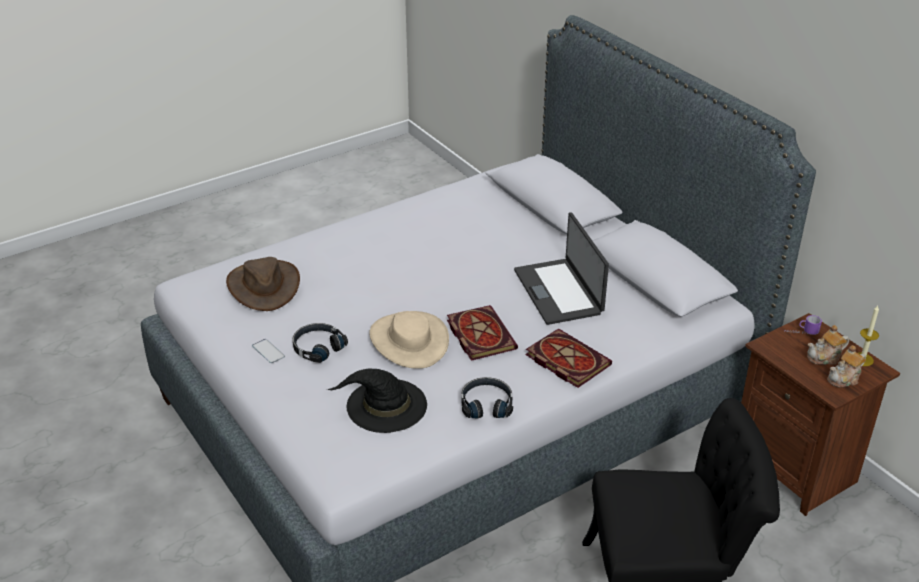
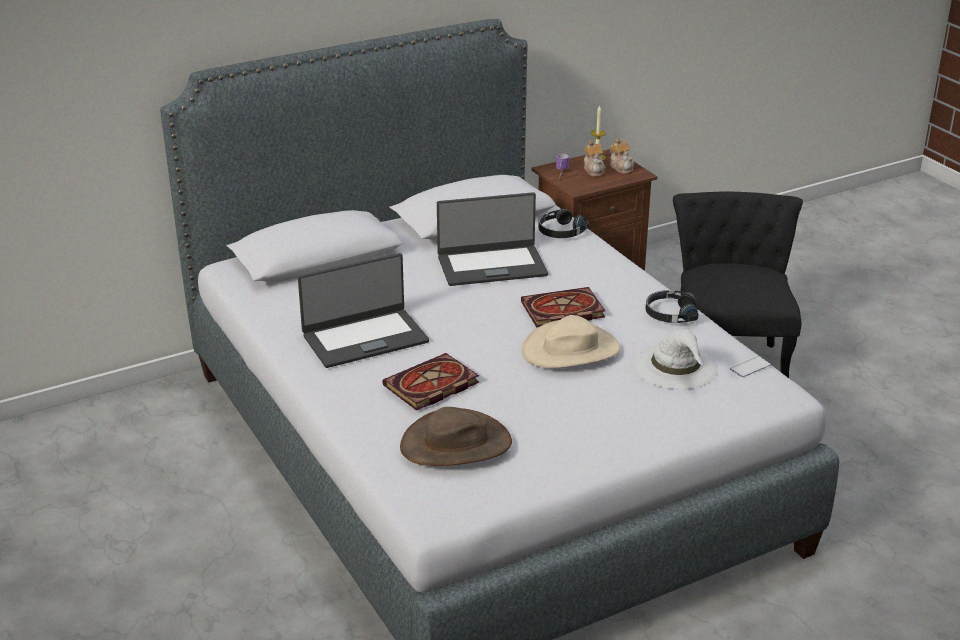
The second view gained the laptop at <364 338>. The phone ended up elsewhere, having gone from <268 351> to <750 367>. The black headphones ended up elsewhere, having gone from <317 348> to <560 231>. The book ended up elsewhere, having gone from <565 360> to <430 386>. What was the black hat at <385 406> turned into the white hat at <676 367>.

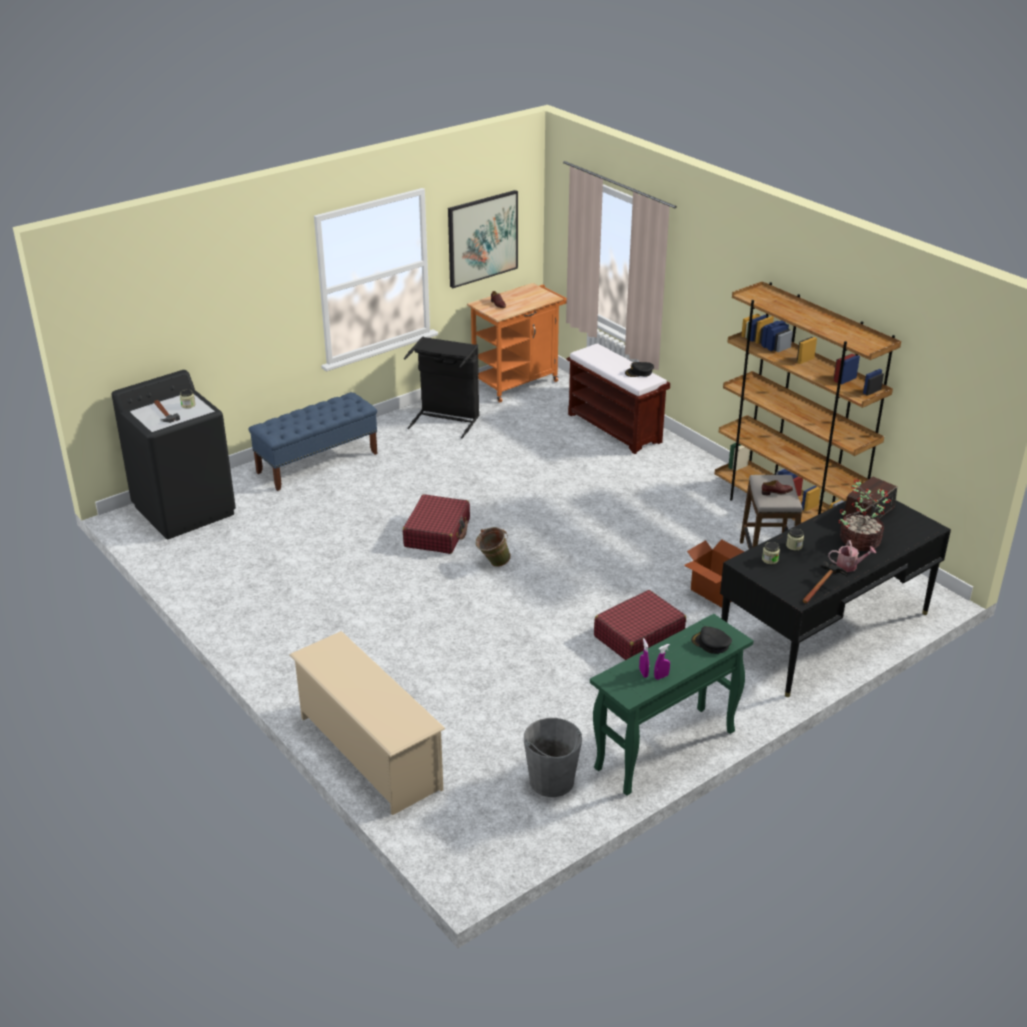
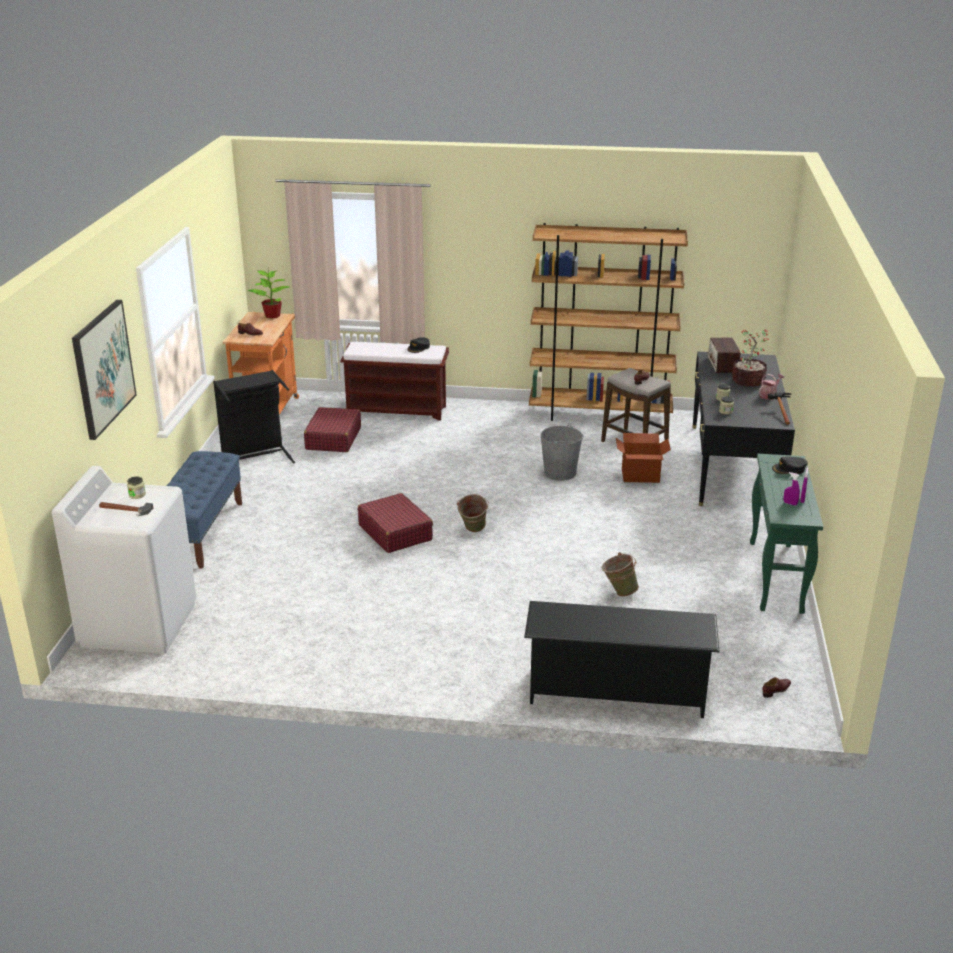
The second view gained the potted plant at <273 316>. The second view gained the green bucket at <618 592>. The second view gained the brown shoe at <776 690>. The picture ended up elsewhere, having gone from <482 238> to <103 368>. The grey bucket ended up elsewhere, having gone from <551 781> to <560 473>. The red suitcase ended up elsewhere, having gone from <638 636> to <333 439>. What was the black washing machine at <185 510> turned into the white washing machine at <139 624>. What was the beige shoe rack at <369 752> turned into the black shoe rack at <616 692>.

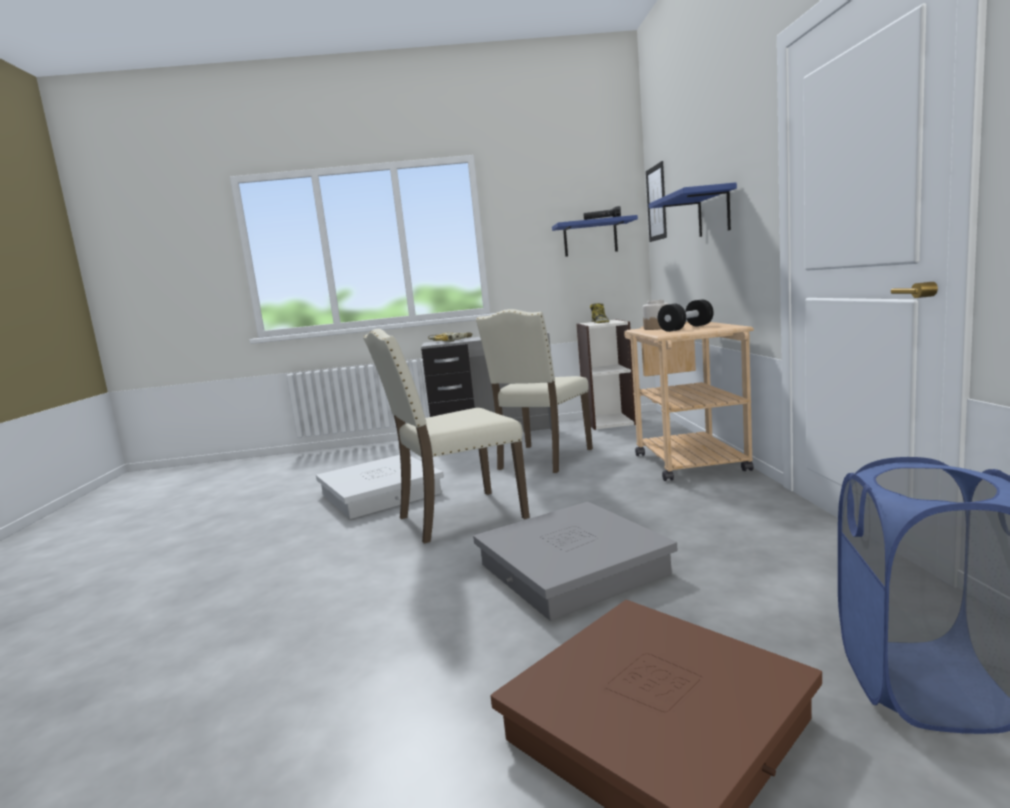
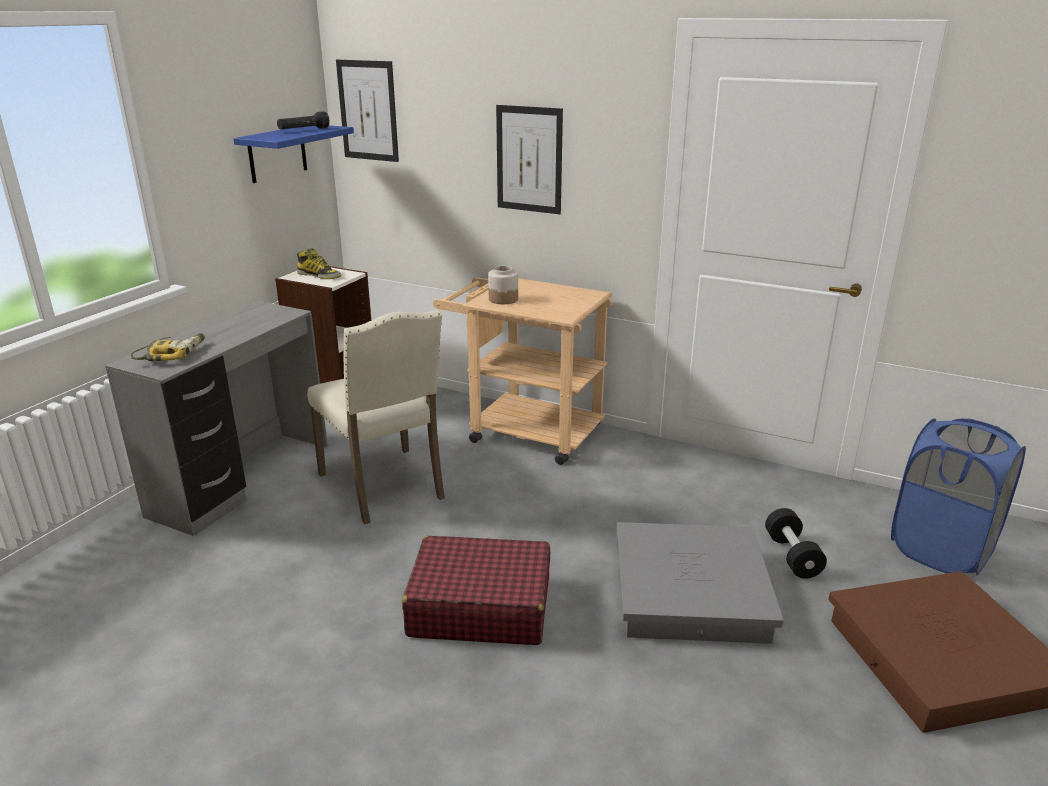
The second view lost the white storage box at <381 494>. The black dumbbell ended up elsewhere, having gone from <686 328> to <792 556>. Where the beige chair stood at <458 517>, the red suitcase came to stand at <479 606>. Where the blue shelf hung at <714 212>, the picture came to hang at <529 159>.

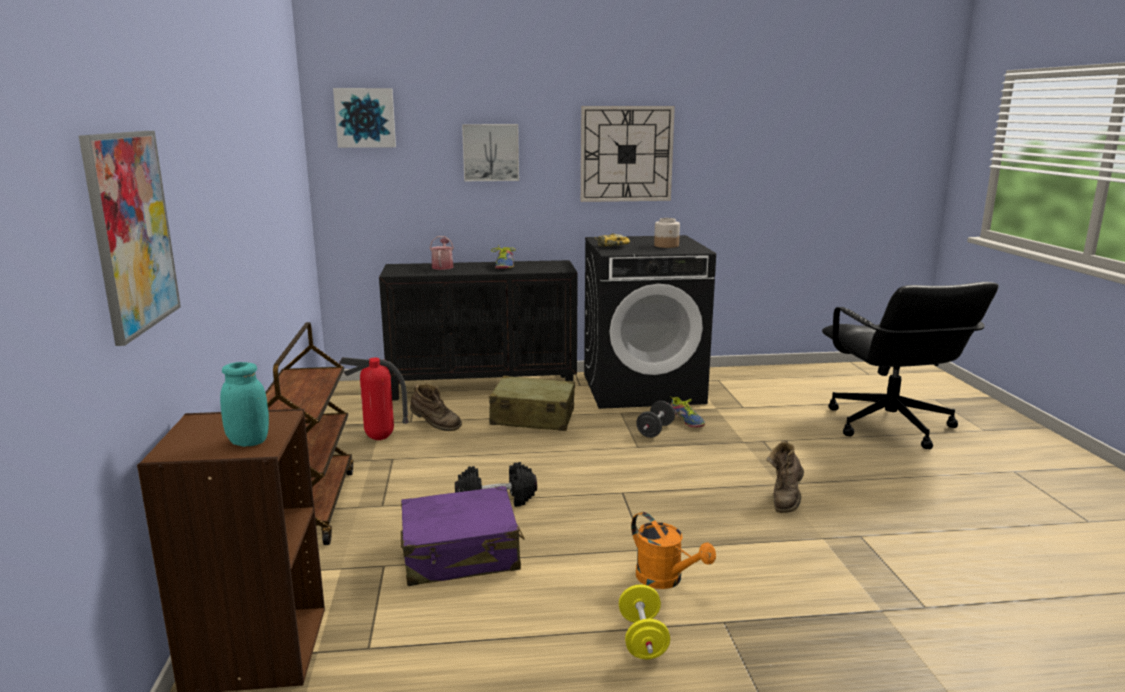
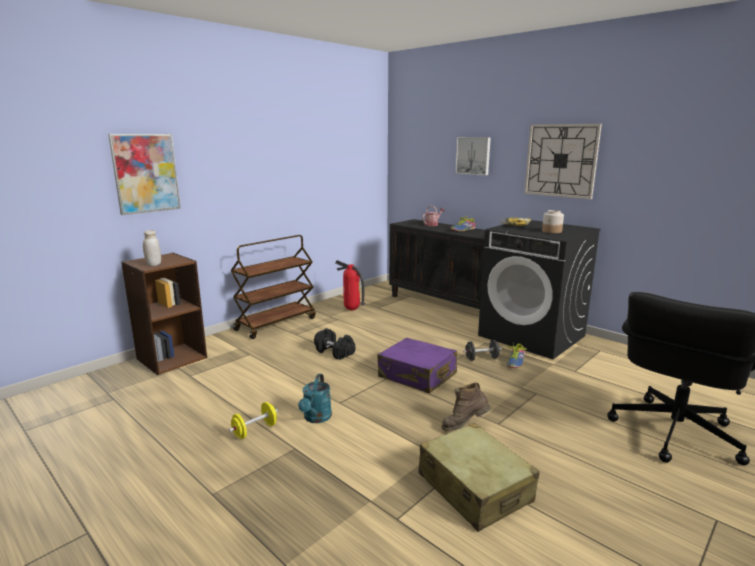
The second view lost the picture at <365 118>. The second view lost the brown boot at <435 426>. The purple suitcase ended up elsewhere, having gone from <461 554> to <417 375>. The beige suitcase ended up elsewhere, having gone from <532 417> to <474 488>. What was the turquoise jar at <248 442> turned into the white jar at <153 264>. What was the orange watering can at <666 580> turned into the turquoise watering can at <316 418>.

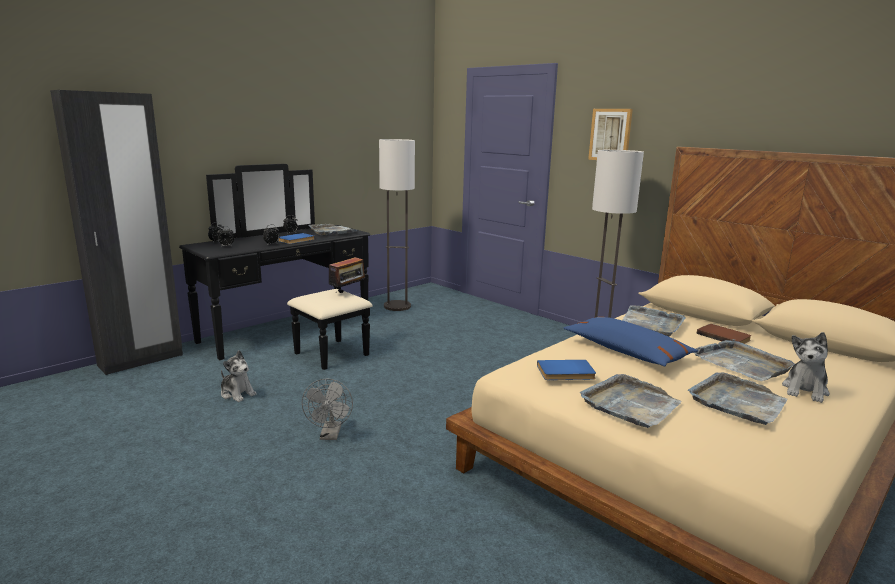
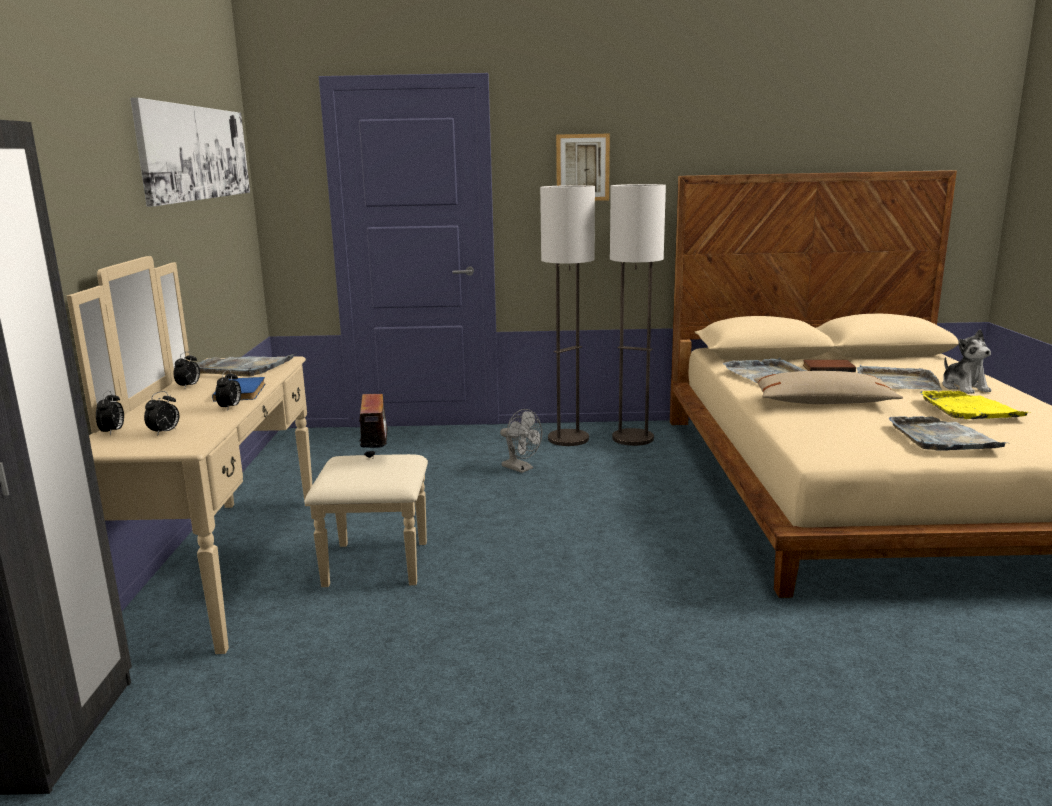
The second view lost the plush toy at <237 393>. The second view lost the blue book at <566 373>. The second view gained the picture at <196 153>. The grey fan ended up elsewhere, having gone from <330 435> to <521 468>. The floor lamp ended up elsewhere, having gone from <397 306> to <568 439>. What was the black dresser at <297 335> turned into the beige dresser at <261 565>. What was the blue pillow at <626 351> turned into the beige pillow at <822 402>. What was the grey tray at <737 402> turned into the yellow tray at <969 409>.

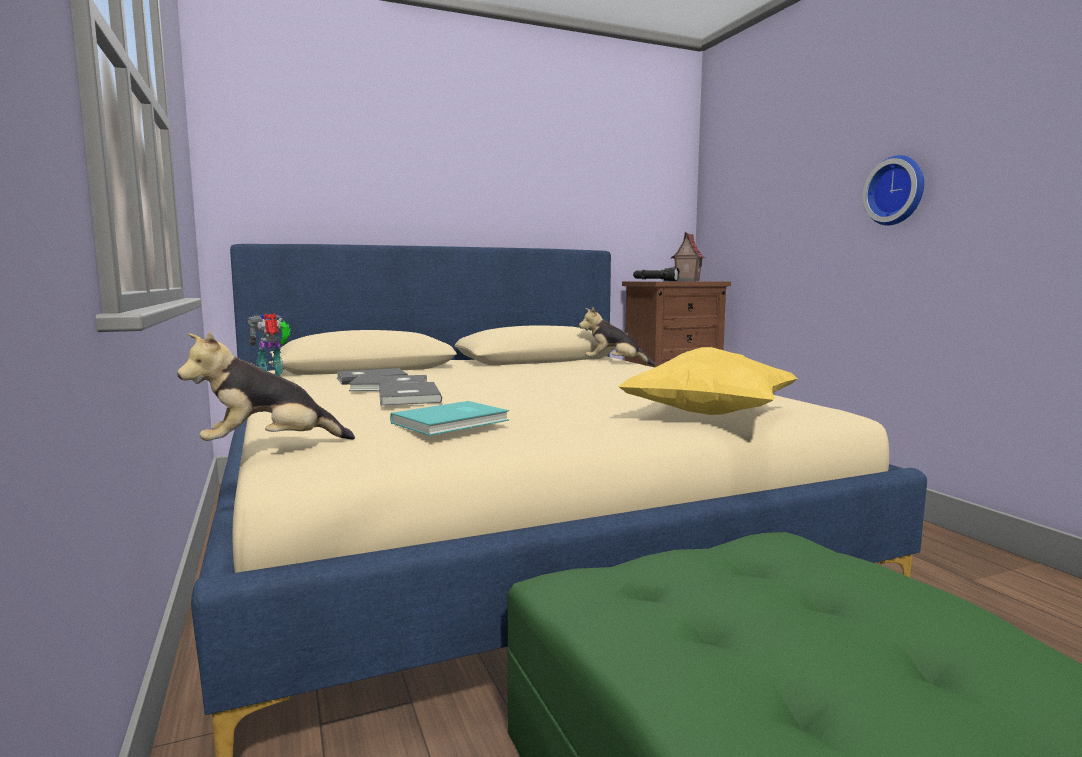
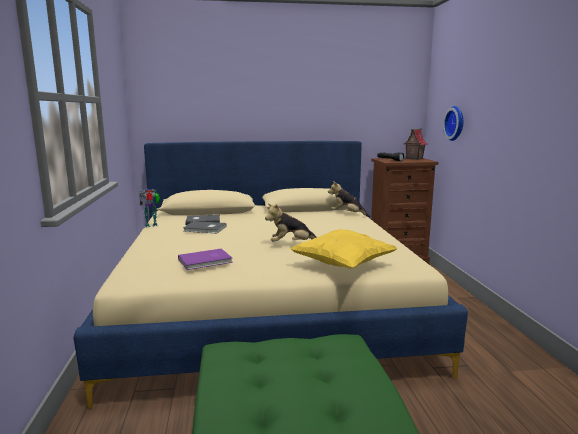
The second view lost the grey book at <406 397>. The plush toy ended up elsewhere, having gone from <269 447> to <291 244>. The wall clock ended up elsewhere, having gone from <897 191> to <456 123>. What was the turquoise book at <453 422> turned into the purple book at <206 261>.

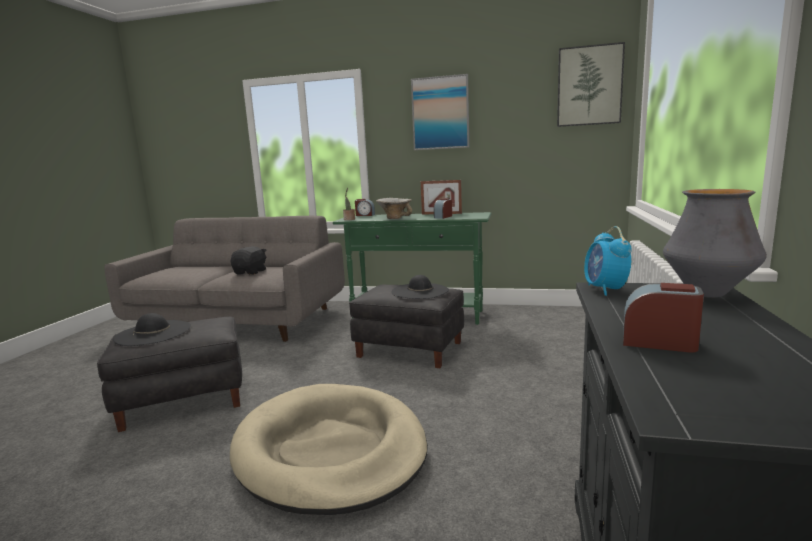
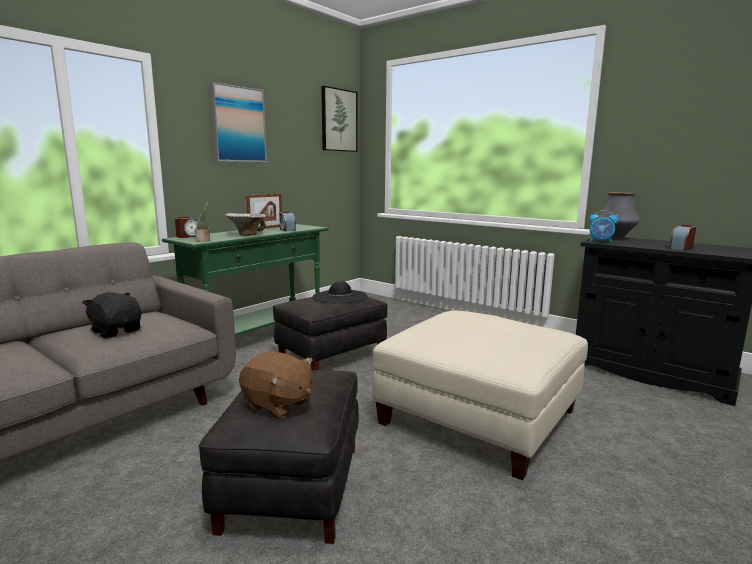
Where the black hat stood at <153 333>, the brown plush toy came to stand at <278 405>. Where the beige dog bed stood at <330 451>, the beige ottoman came to stand at <479 416>.

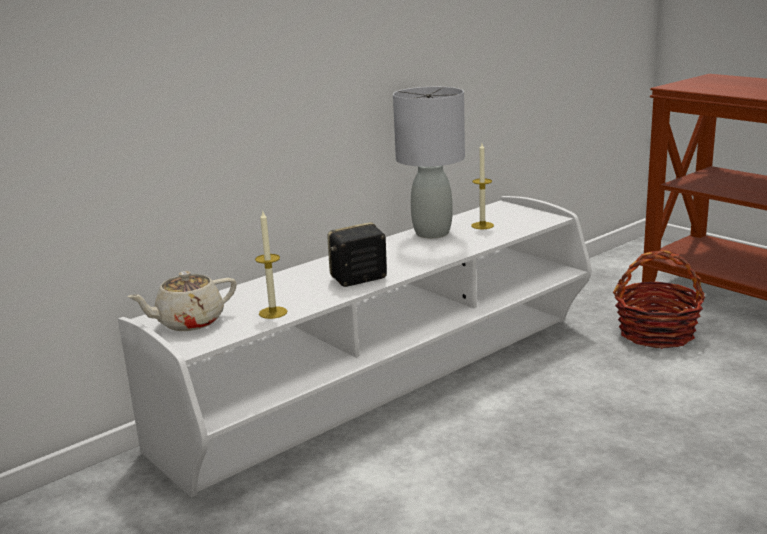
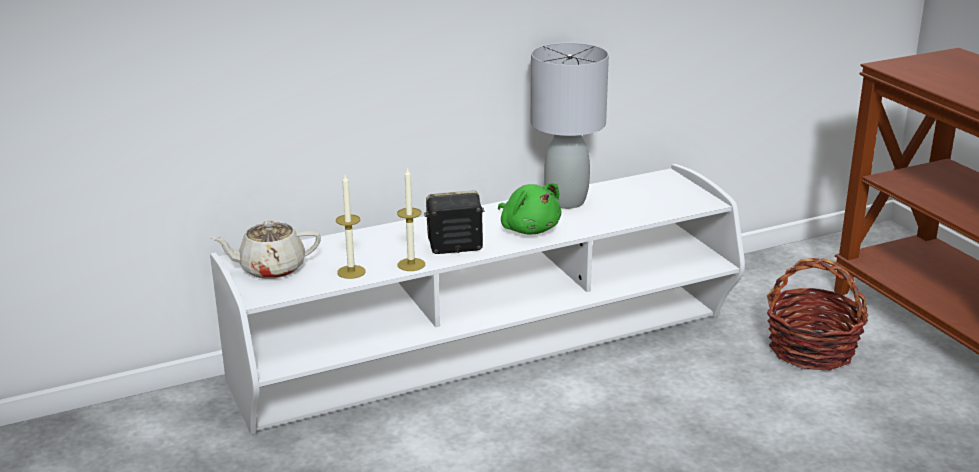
The second view gained the green plush toy at <529 229>. The candle ended up elsewhere, having gone from <482 225> to <411 264>.

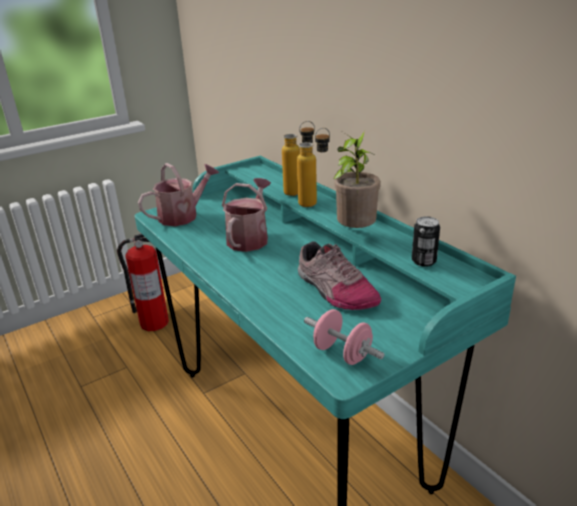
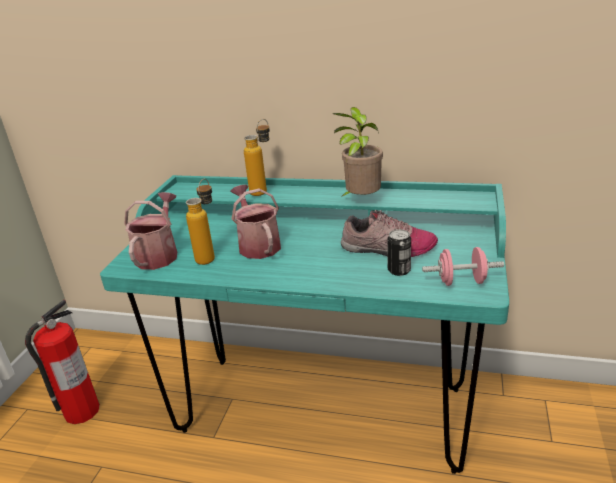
The bottle ended up elsewhere, having gone from <314 202> to <210 256>. The can ended up elsewhere, having gone from <423 261> to <399 270>.

